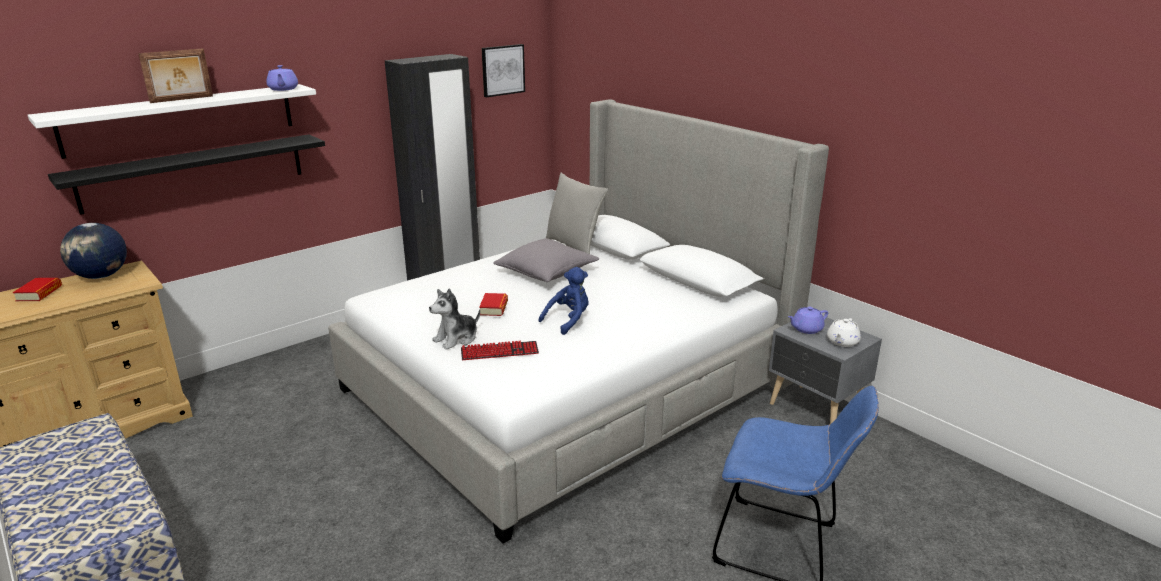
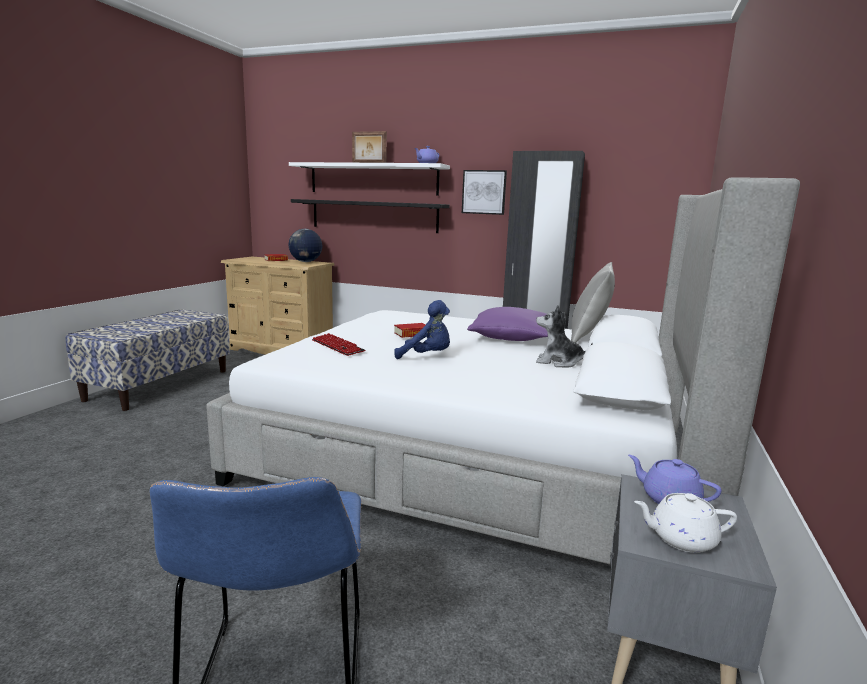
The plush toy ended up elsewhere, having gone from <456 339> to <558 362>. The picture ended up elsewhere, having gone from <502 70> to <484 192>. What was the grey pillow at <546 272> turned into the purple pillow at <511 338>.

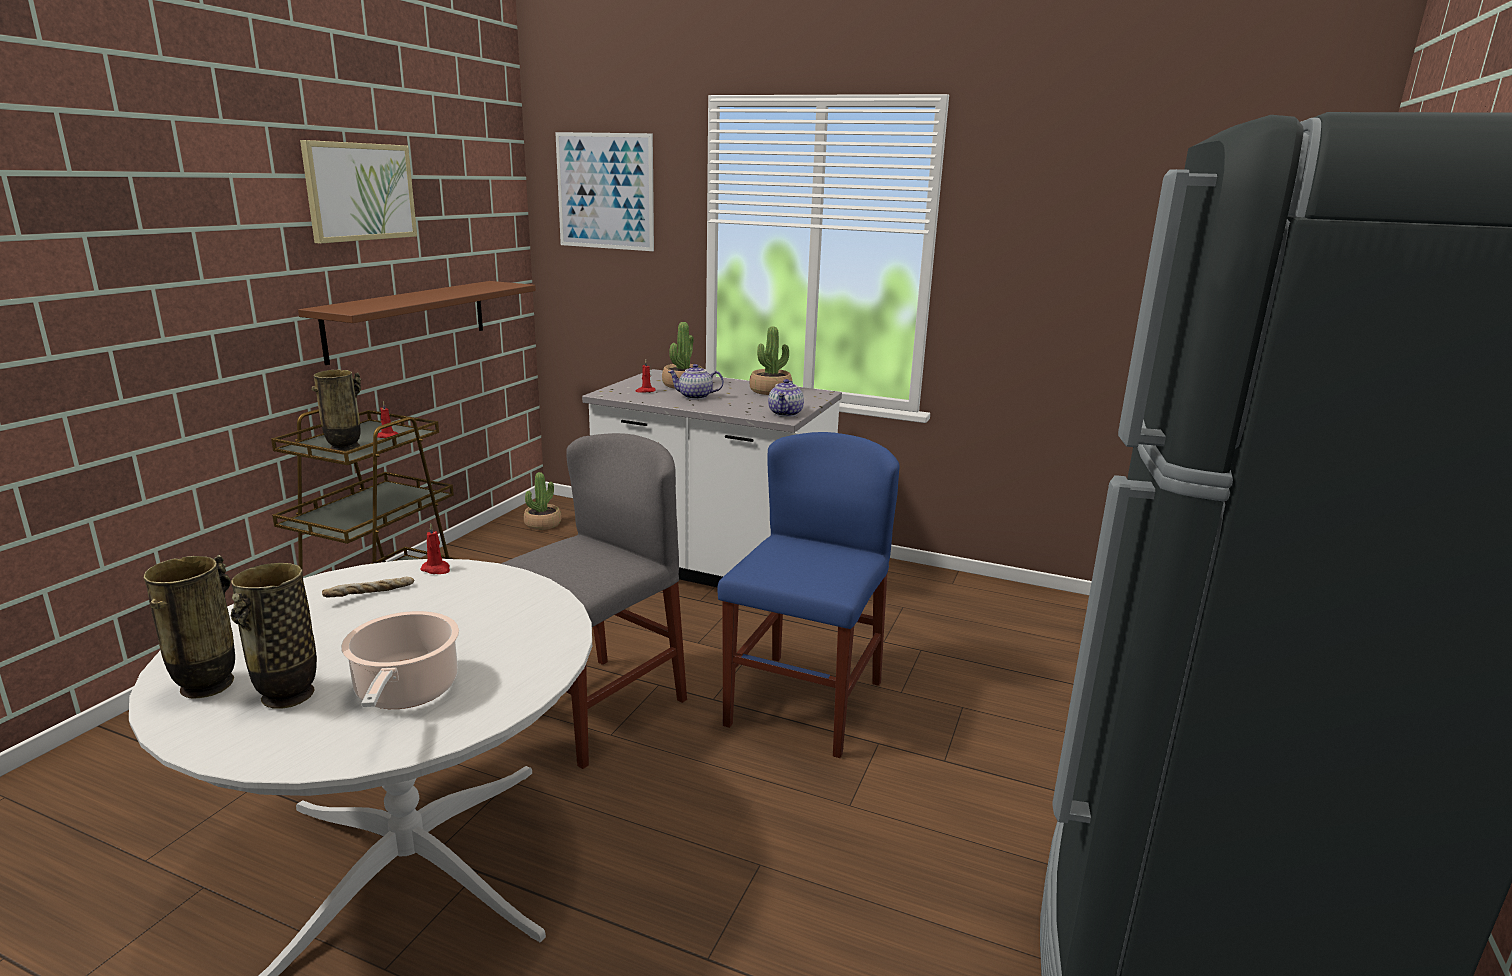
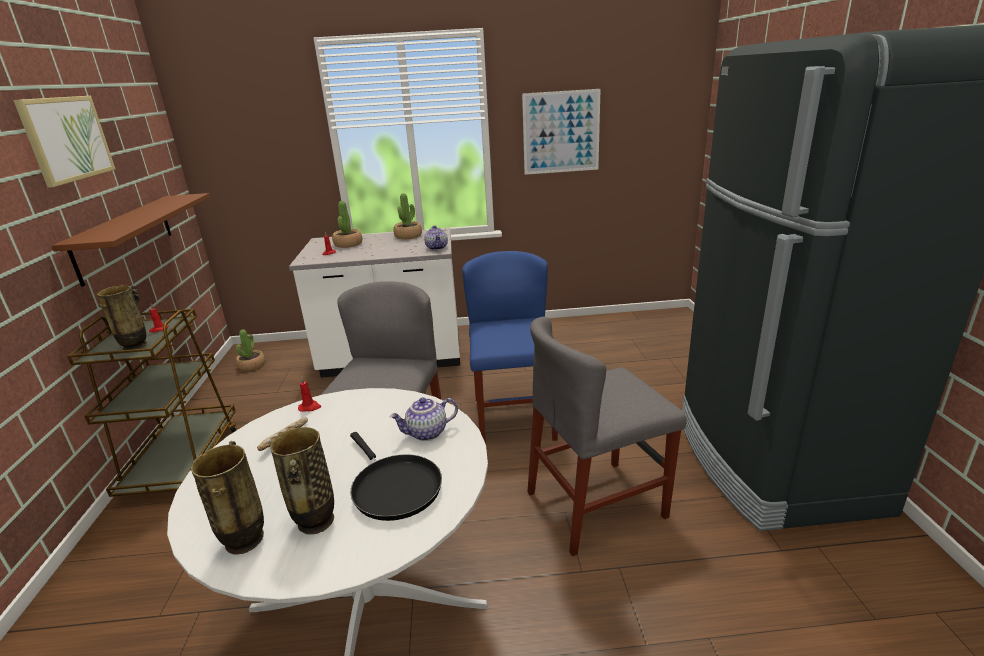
The second view gained the grey chair at <596 504>. The picture ended up elsewhere, having gone from <605 191> to <561 132>. The teapot ended up elsewhere, having gone from <695 397> to <427 433>. Where the cooking pot stood at <405 692>, the black frying pan came to stand at <394 487>.

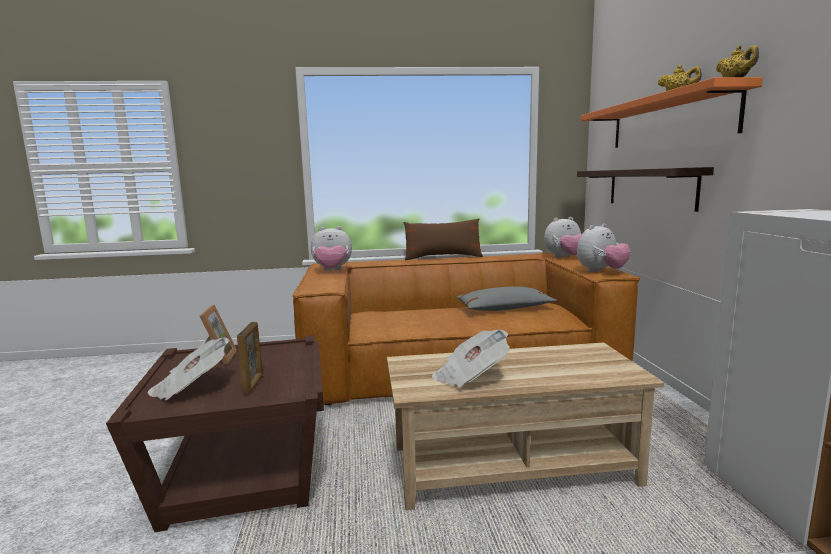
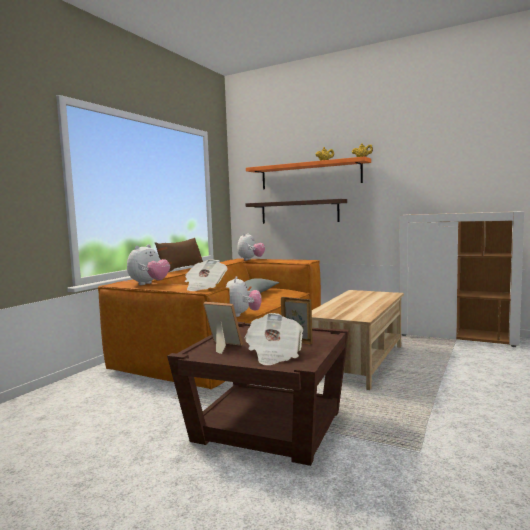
The newspaper ended up elsewhere, having gone from <470 376> to <204 287>. The plush toy ended up elsewhere, having gone from <601 271> to <242 315>.

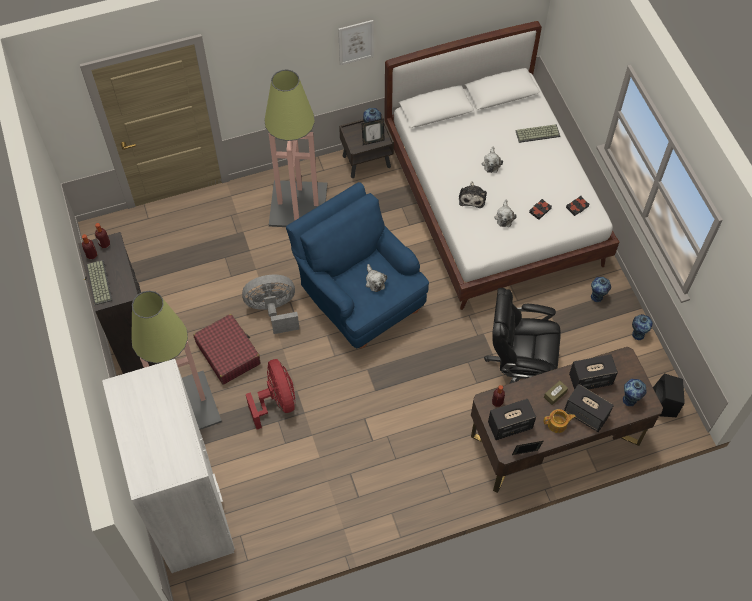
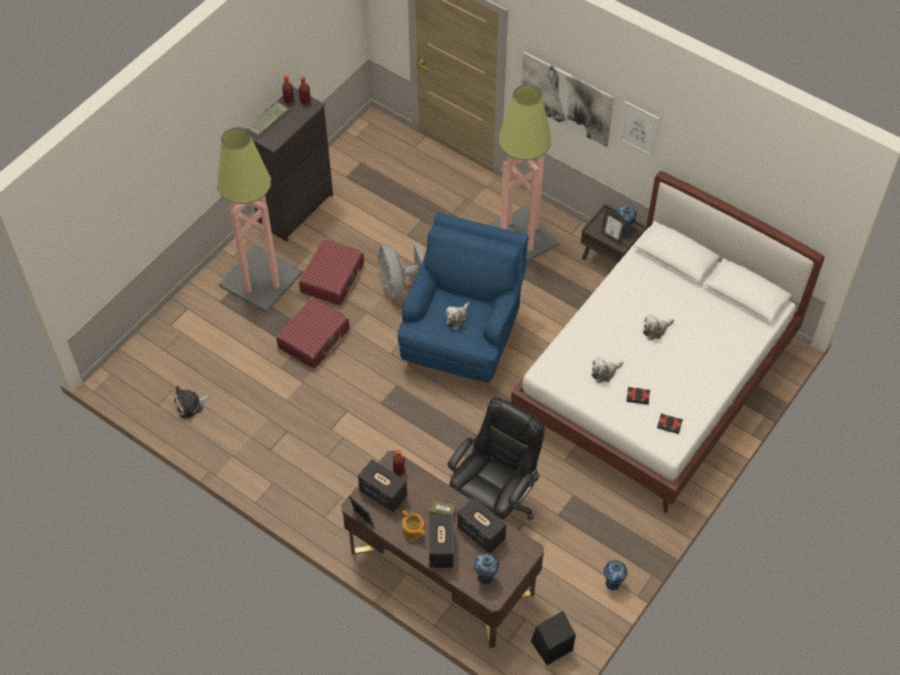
The second view lost the white wardrobe at <190 509>. The second view lost the keyboard at <538 133>. The second view lost the vase at <597 296>. The second view gained the picture at <566 98>. The plush toy ended up elsewhere, having gone from <472 197> to <190 405>. Where the red fan stood at <276 401>, the red suitcase came to stand at <314 338>. The grey fan at <273 311> ended up facing another way, 150 degrees counterclockwise from before. The black office chair at <519 367> ended up facing another way, 60 degrees clockwise from before.

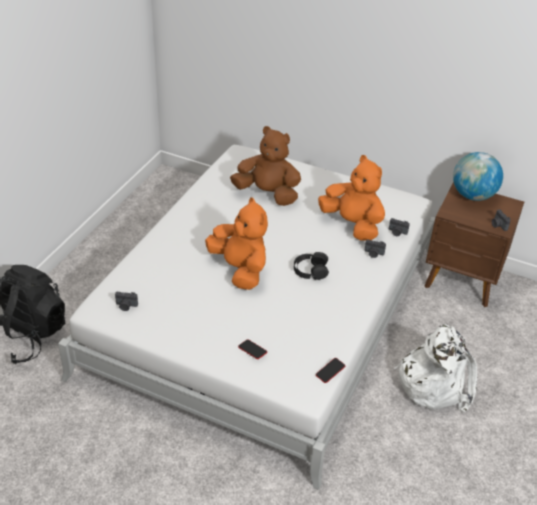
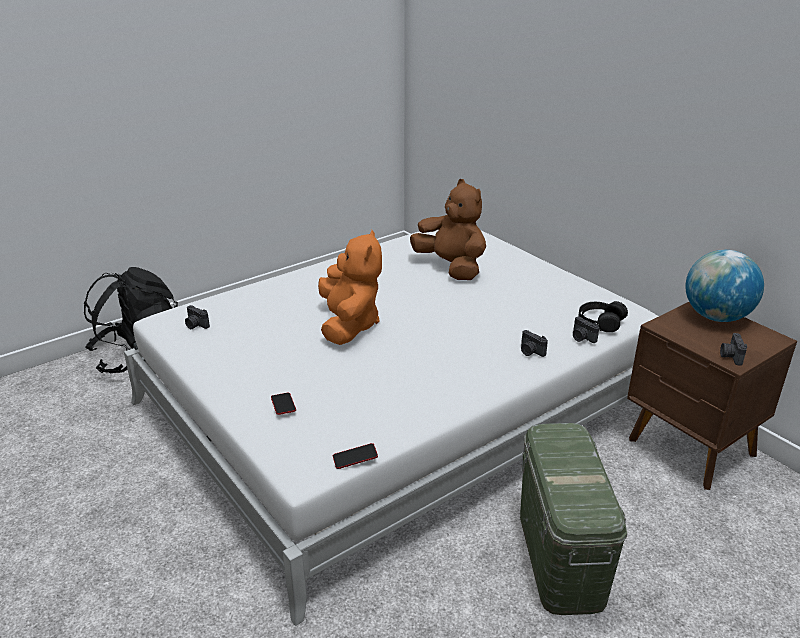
The second view lost the orange plush toy at <352 224>. The black headphones ended up elsewhere, having gone from <310 270> to <600 321>. Where the white backpack stood at <435 382>, the green storage box came to stand at <560 556>.

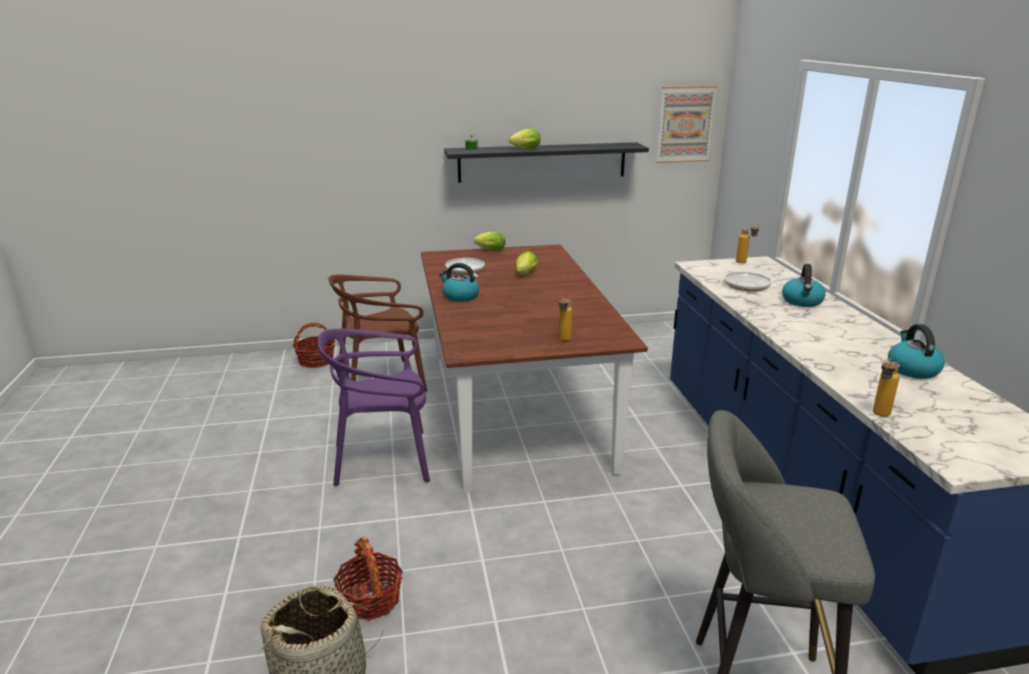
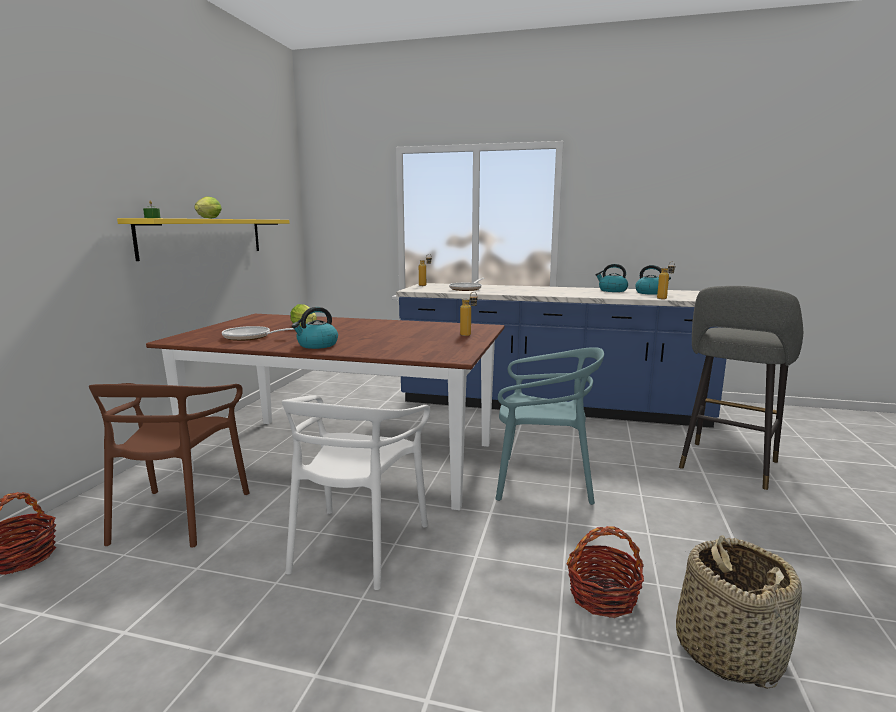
The second view lost the lettuce at <489 250>. The second view lost the picture at <685 124>. The second view gained the turquoise chair at <543 482>. The kettle ended up elsewhere, having gone from <802 301> to <650 293>. What was the purple chair at <383 460> turned into the white chair at <357 545>. What was the black shelf at <542 162> turned into the yellow shelf at <204 237>.

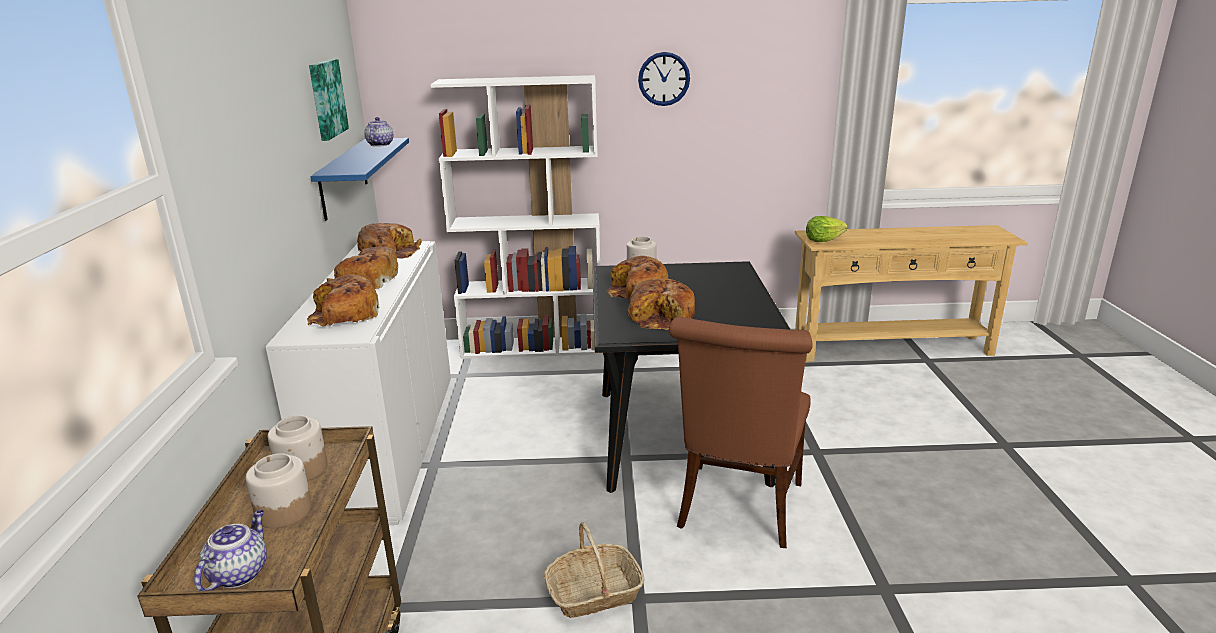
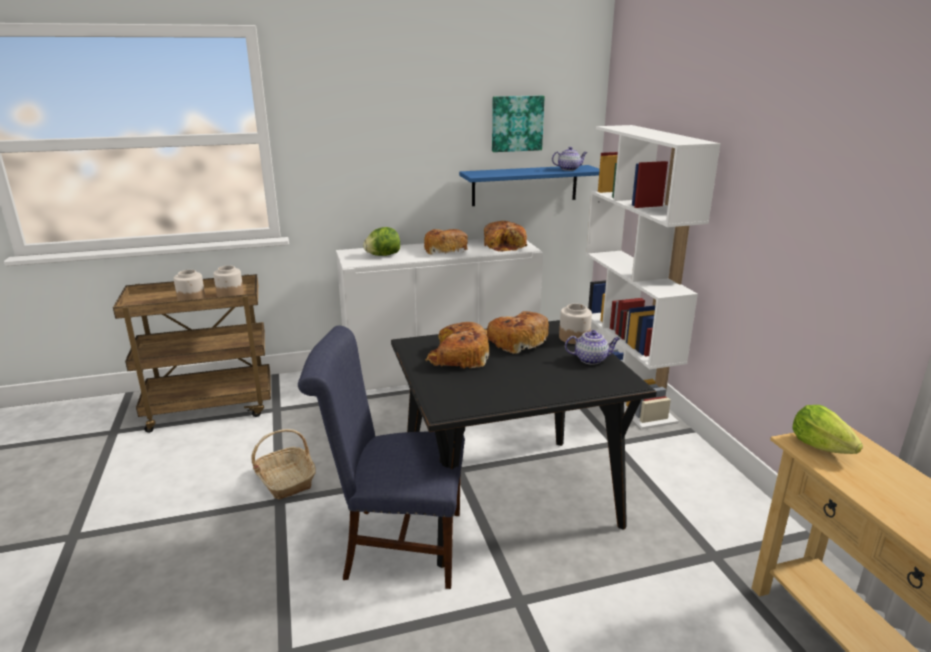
The second view lost the wall clock at <664 79>. The teapot ended up elsewhere, having gone from <239 573> to <591 359>. Where the bread stood at <343 315>, the lettuce came to stand at <383 255>. What was the brown chair at <738 510> turned into the blue chair at <395 545>.

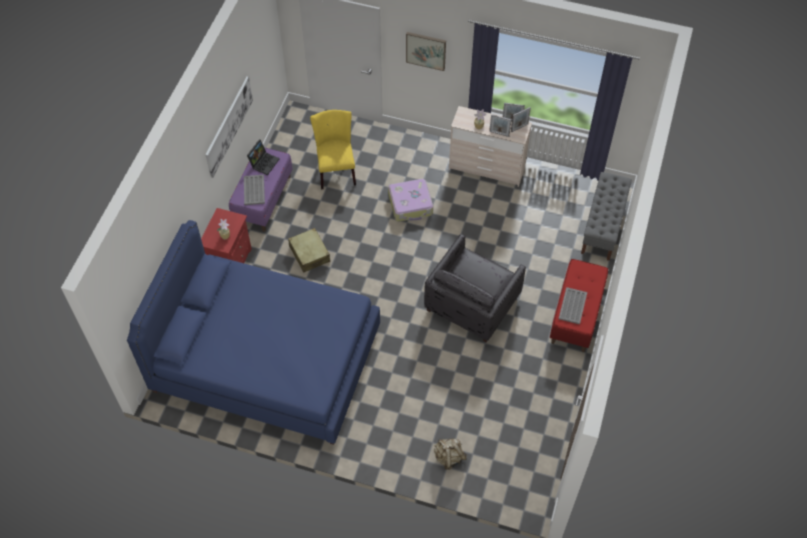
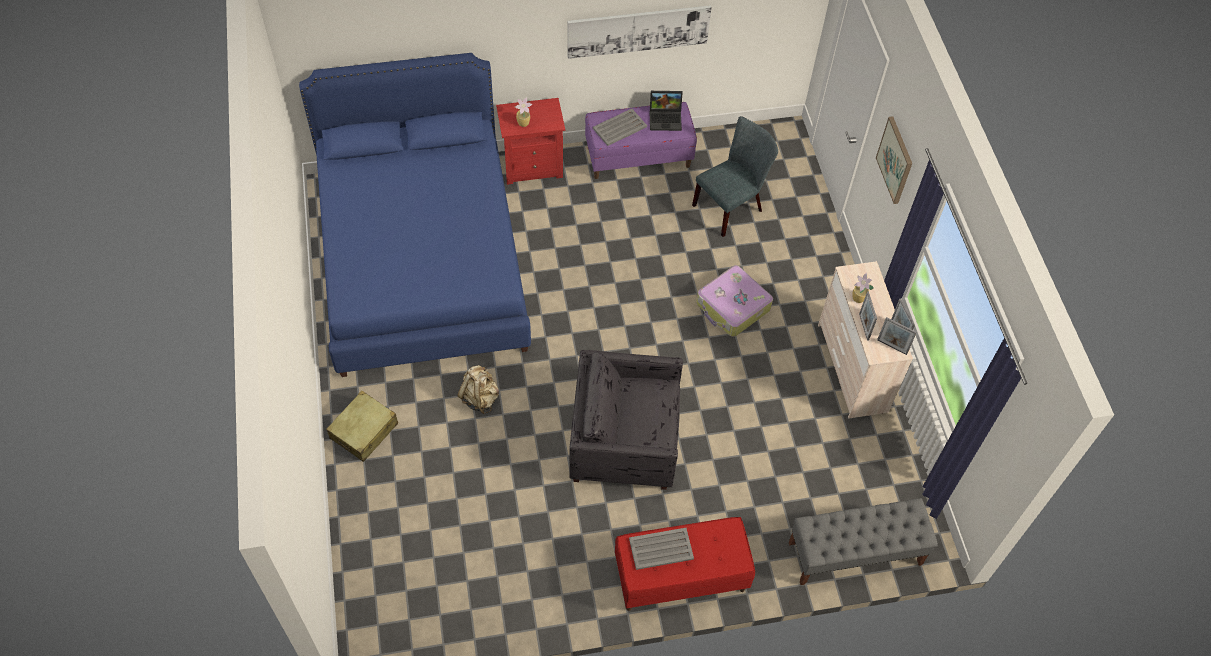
The beige suitcase ended up elsewhere, having gone from <309 254> to <364 431>. The beige backpack ended up elsewhere, having gone from <449 457> to <480 398>. What was the yellow chair at <336 169> turned into the grey chair at <731 206>.

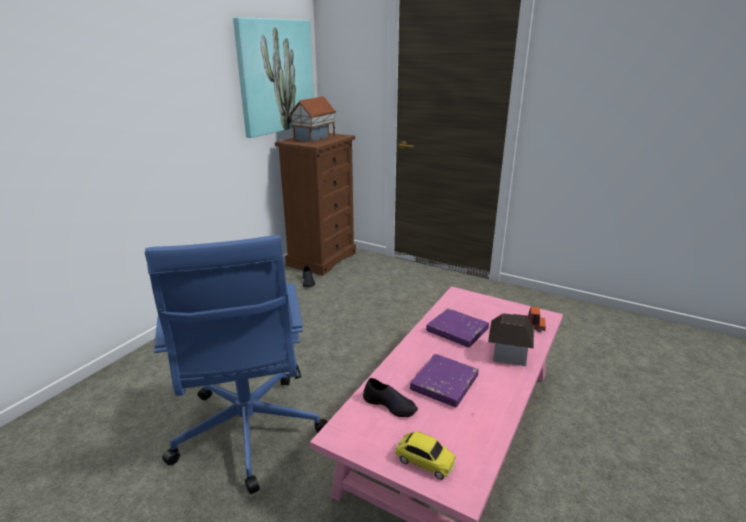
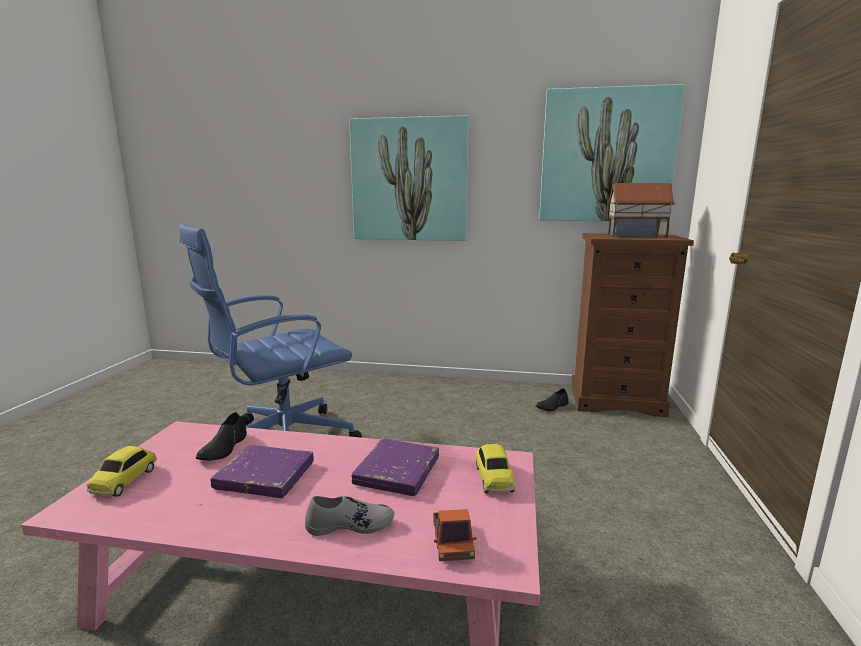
The second view gained the picture at <409 180>. The second view gained the toy car at <493 478>. Where the toy house stood at <508 354>, the grey shoe came to stand at <350 525>.

